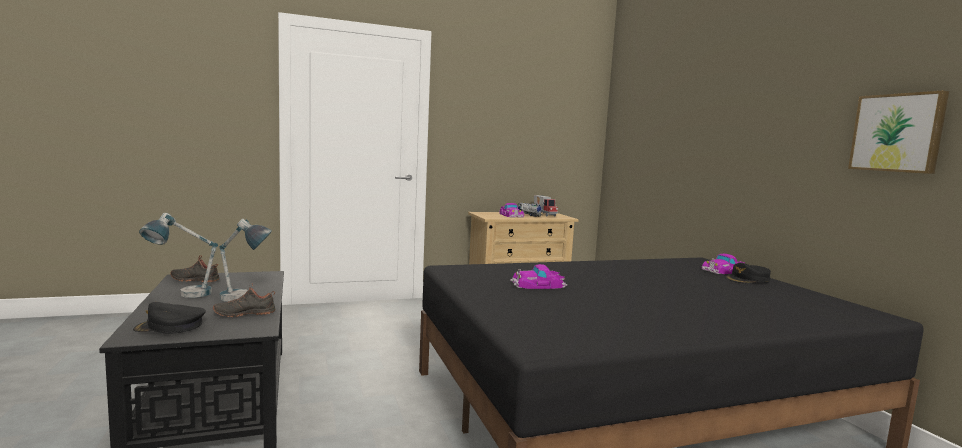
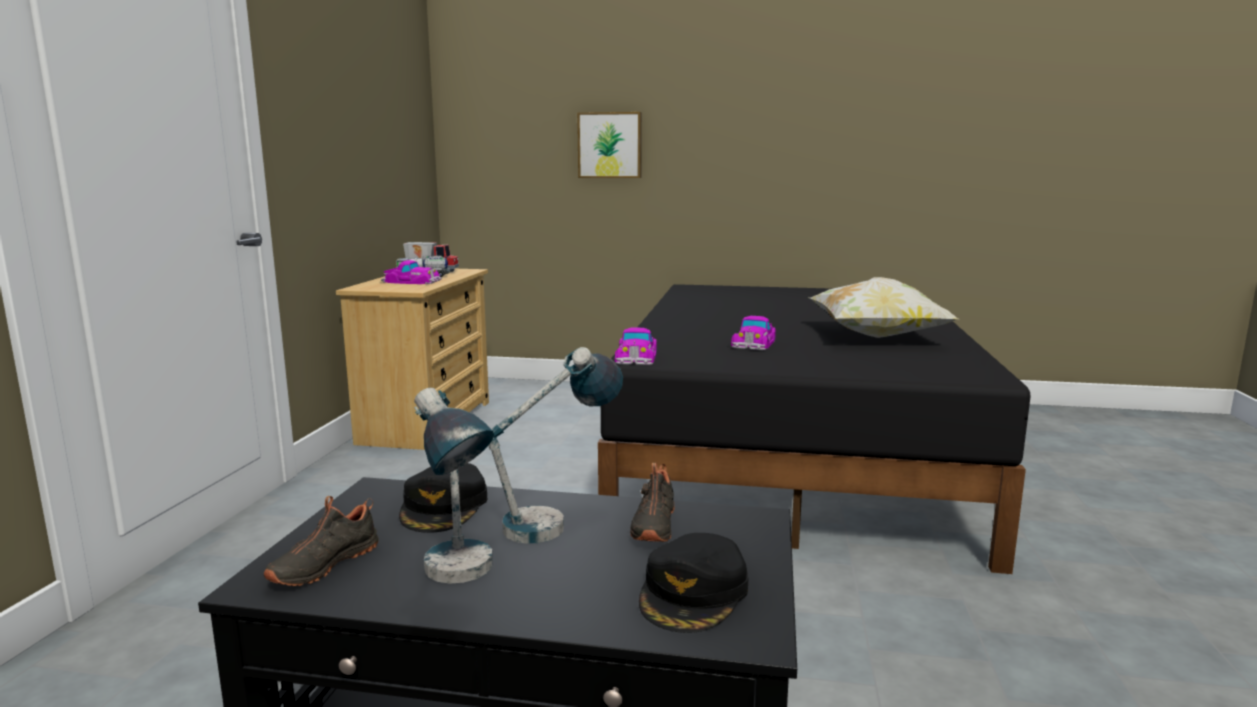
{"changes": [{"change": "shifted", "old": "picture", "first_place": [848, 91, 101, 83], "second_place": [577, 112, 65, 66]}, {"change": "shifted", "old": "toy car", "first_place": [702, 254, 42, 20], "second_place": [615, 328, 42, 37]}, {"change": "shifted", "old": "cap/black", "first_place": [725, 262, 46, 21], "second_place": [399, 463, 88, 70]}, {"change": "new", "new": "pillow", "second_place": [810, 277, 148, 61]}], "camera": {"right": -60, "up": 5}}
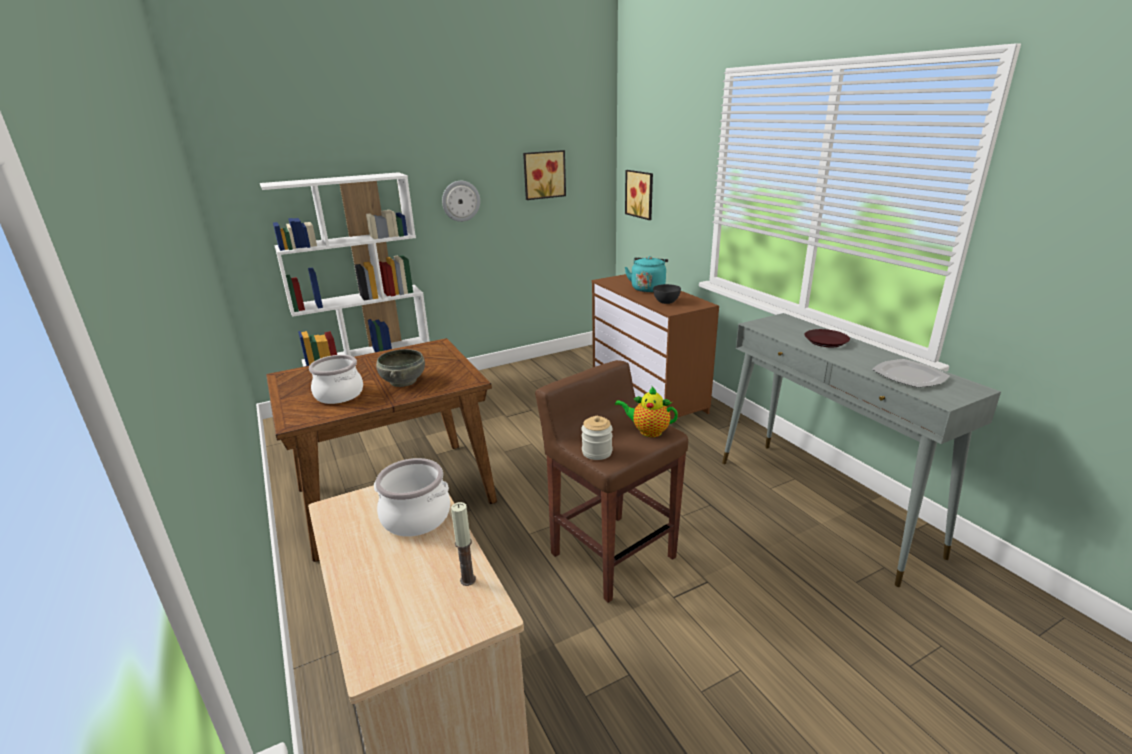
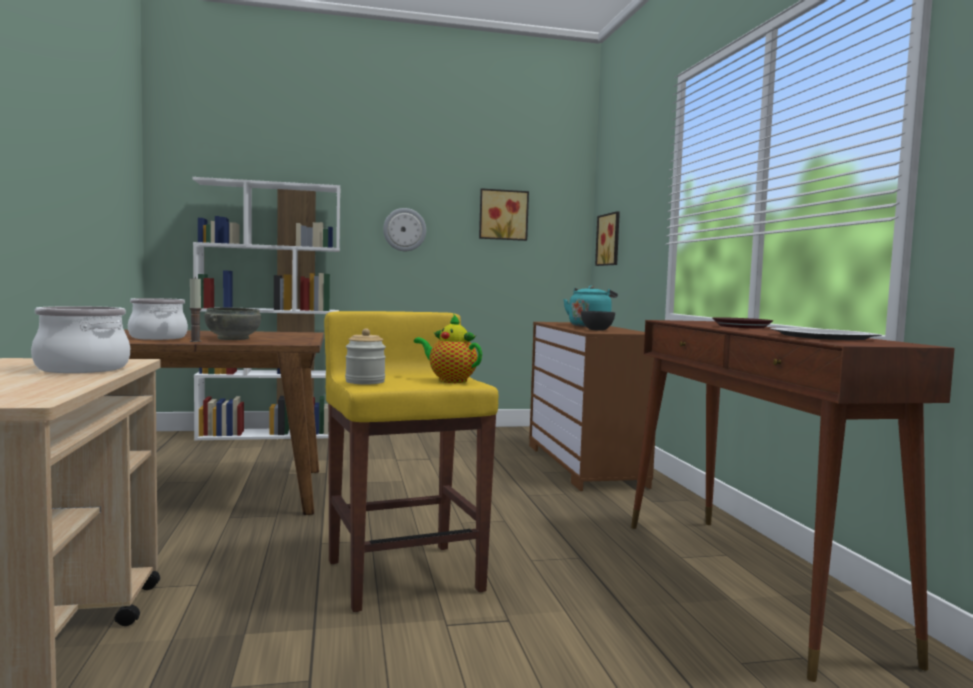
{"changes": [{"change": "repainted", "old": "console table/grey", "new": "console table/brown", "first_place": [722, 313, 279, 274], "second_place": [631, 320, 324, 362]}, {"change": "repainted", "old": "stool/brown", "new": "stool/yellow", "first_place": [535, 360, 153, 243], "second_place": [324, 311, 174, 301]}, {"change": "shifted", "old": "candle", "first_place": [451, 502, 25, 84], "second_place": [189, 277, 13, 65]}], "camera": {"right": 15, "up": -20}}
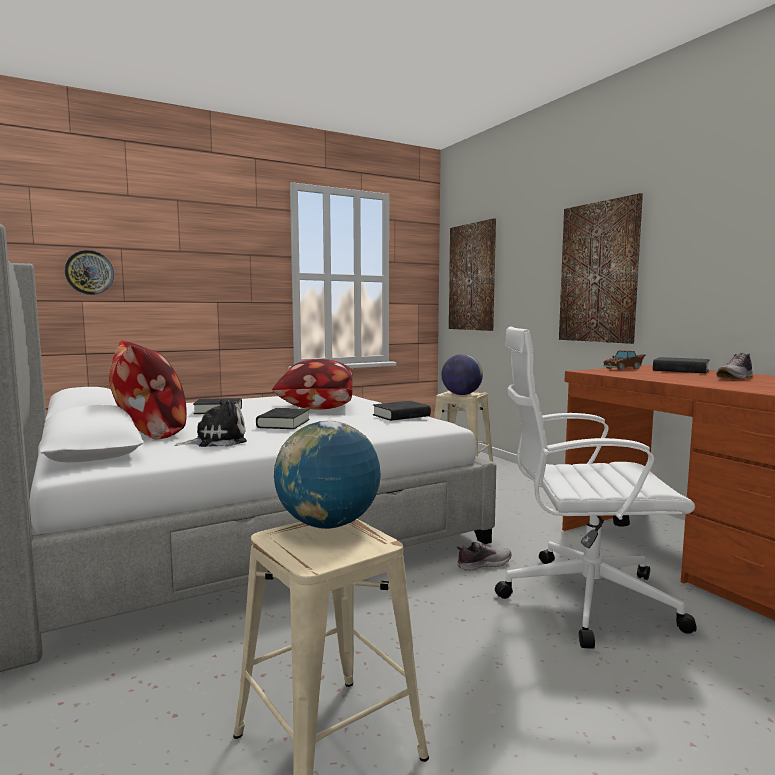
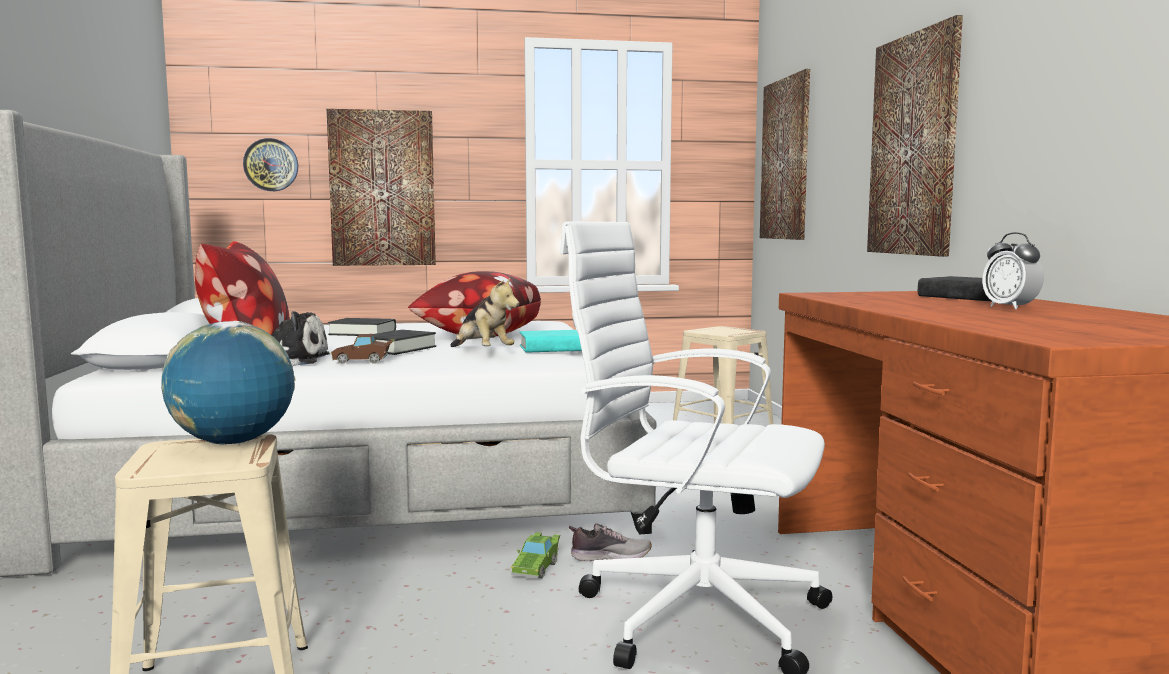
{"changes": [{"change": "shifted", "old": "toy car/brown", "first_place": [603, 350, 43, 20], "second_place": [331, 334, 65, 30]}, {"change": "swapped", "old": "shoe", "new": "alarm clock", "first_place": [716, 353, 37, 27], "second_place": [982, 232, 62, 78]}, {"change": "gone", "old": "globe", "first_place": [442, 354, 41, 41]}, {"change": "repainted", "old": "book/black", "new": "book/turquoise", "first_place": [373, 401, 58, 20], "second_place": [520, 330, 62, 23]}, {"change": "new", "new": "picture", "second_place": [327, 109, 109, 157]}, {"change": "new", "new": "plush toy", "second_place": [450, 277, 69, 70]}, {"change": "new", "new": "toy car/green", "second_place": [511, 532, 49, 47]}], "camera": {"right": 20, "up": 0}}
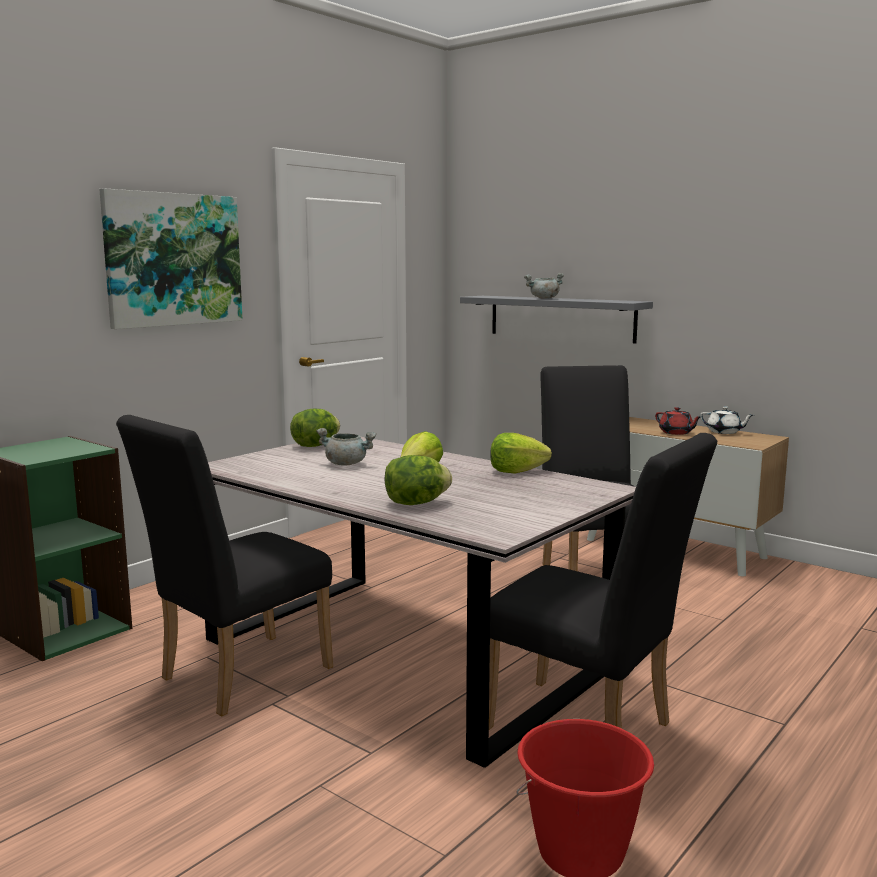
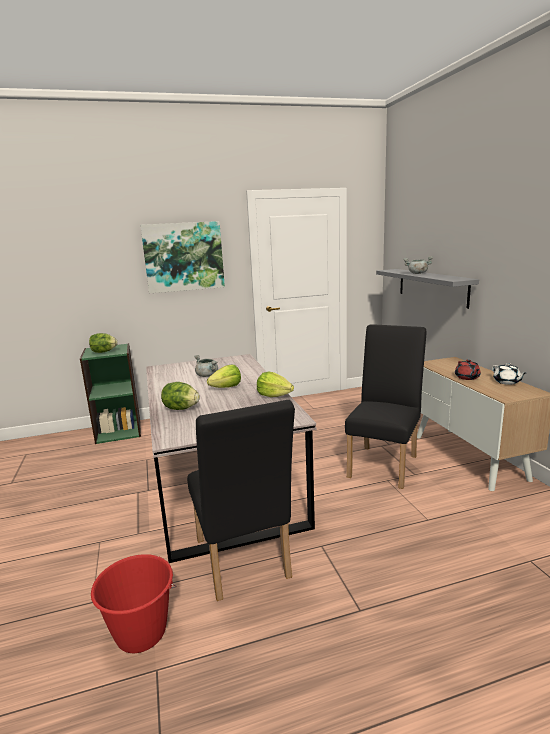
{"changes": [{"change": "shifted", "old": "lettuce", "first_place": [290, 409, 50, 38], "second_place": [89, 333, 29, 20]}, {"change": "gone", "old": "chair/black", "first_place": [116, 415, 217, 301]}], "camera": {"right": 35, "up": 5}}
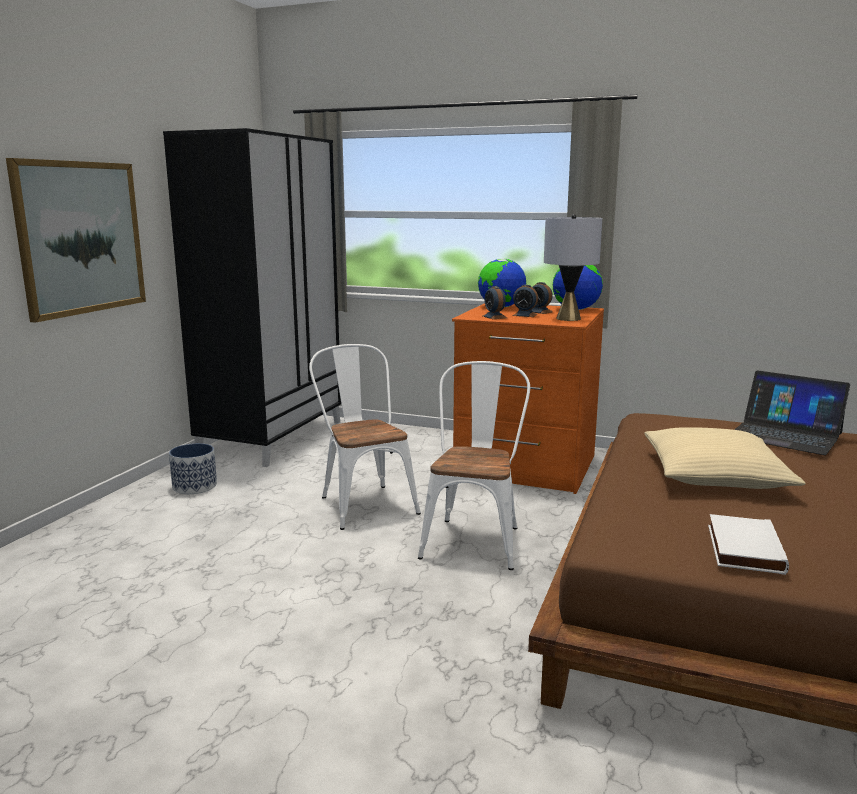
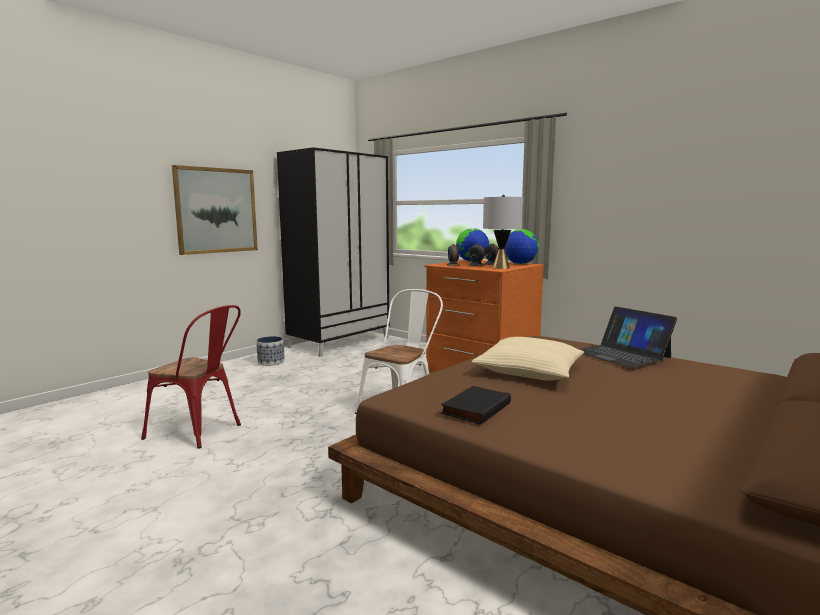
{"changes": [{"change": "gone", "old": "chair/white", "first_place": [309, 344, 112, 186]}, {"change": "repainted", "old": "book/white", "new": "book/black", "first_place": [708, 514, 81, 61], "second_place": [441, 386, 70, 39]}, {"change": "new", "new": "chair/red", "second_place": [141, 305, 100, 144]}], "camera": {"right": 20, "up": -5}}
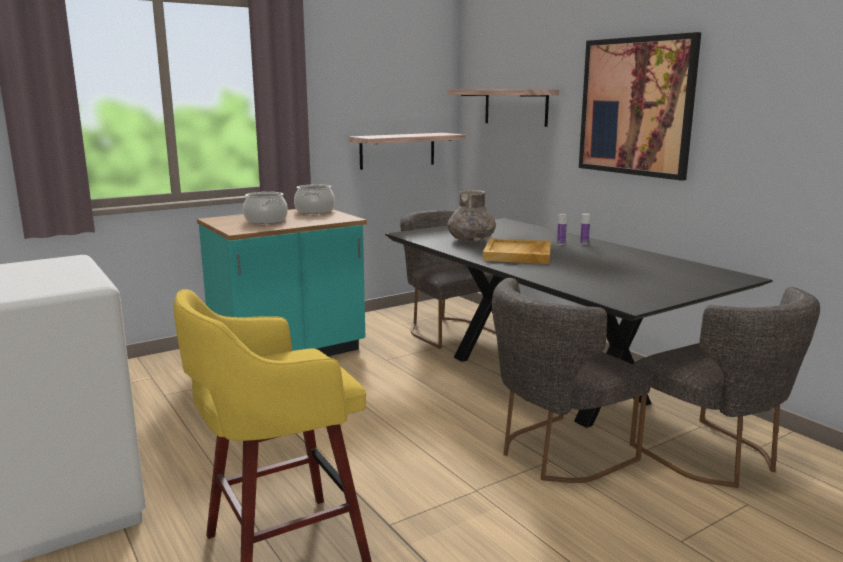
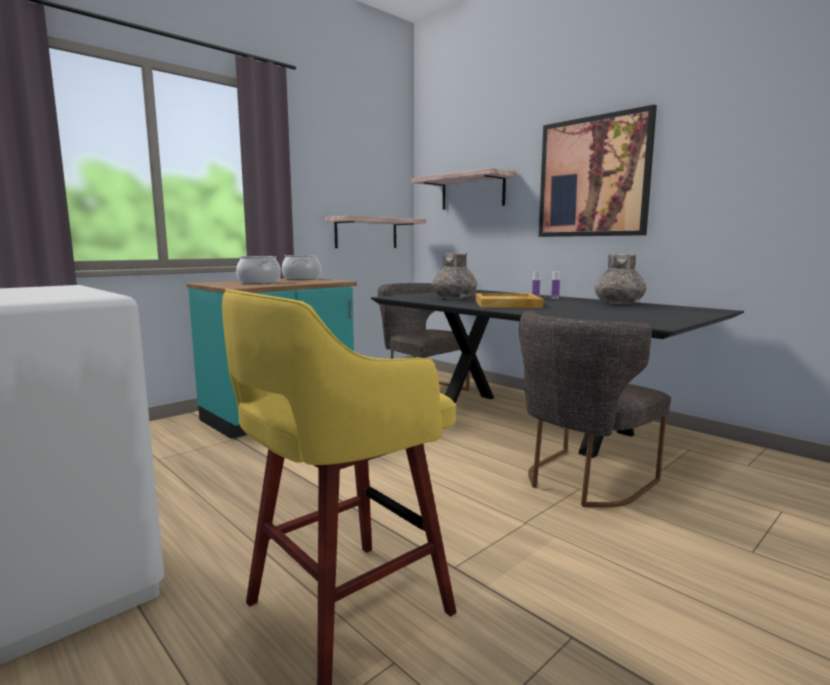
{"changes": [{"change": "gone", "old": "chair/grey", "first_place": [630, 287, 190, 201]}, {"change": "new", "new": "vase/grey", "second_place": [595, 254, 51, 50]}], "camera": {"right": -10, "up": -5}}
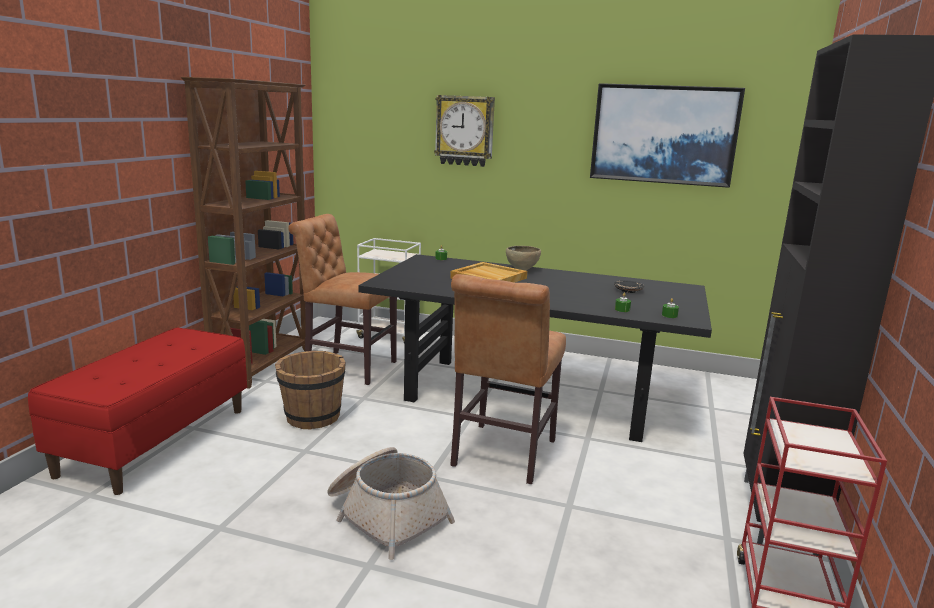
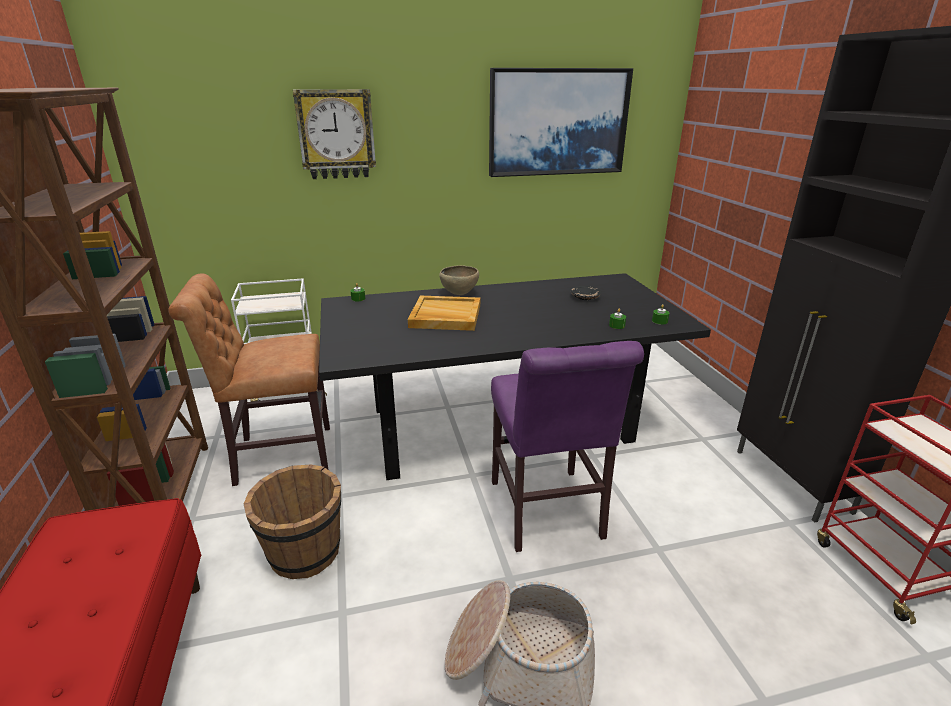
{"changes": [{"change": "repainted", "old": "chair/brown", "new": "chair/purple", "first_place": [450, 274, 116, 210], "second_place": [491, 341, 153, 211]}], "camera": {"right": -30, "up": 10}}
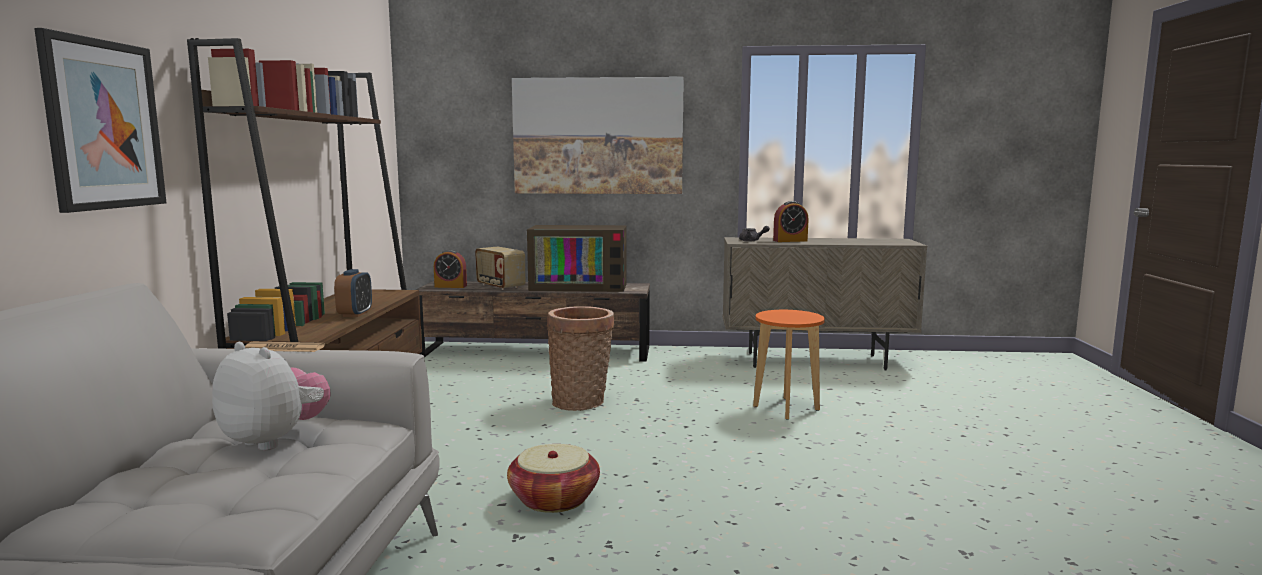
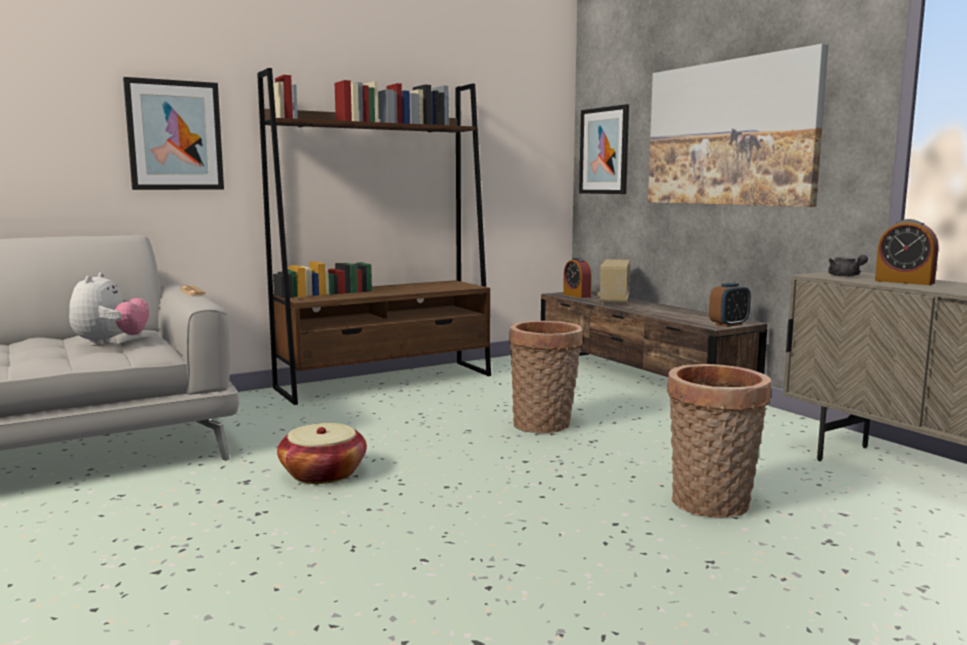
{"changes": [{"change": "gone", "old": "television", "first_place": [527, 225, 100, 67]}, {"change": "shifted", "old": "alarm clock", "first_place": [334, 269, 38, 48], "second_place": [709, 283, 42, 44]}, {"change": "swapped", "old": "stool/orange", "new": "basket", "first_place": [753, 310, 72, 110], "second_place": [667, 364, 104, 154]}, {"change": "new", "new": "picture", "second_place": [579, 104, 50, 90]}], "camera": {"right": 55, "up": 0}}
